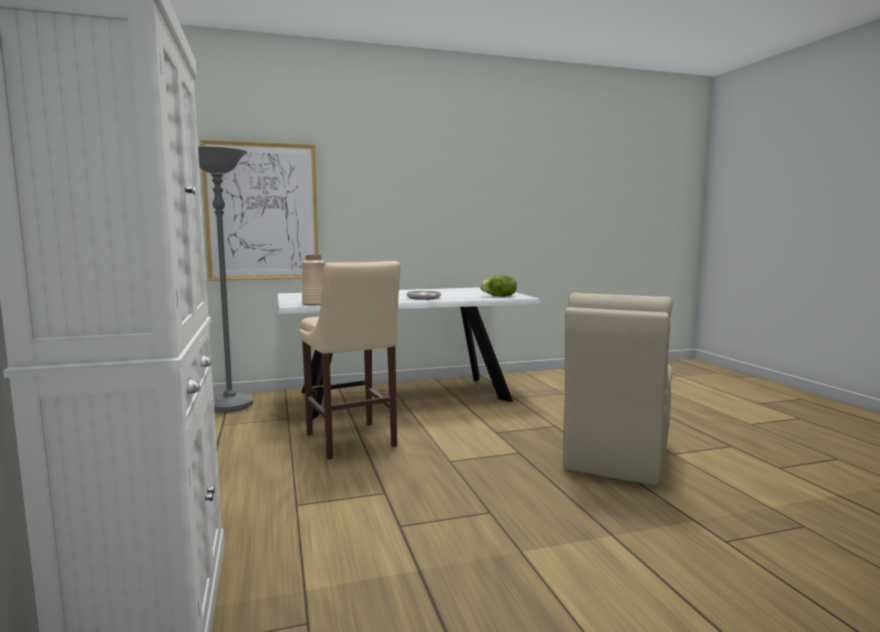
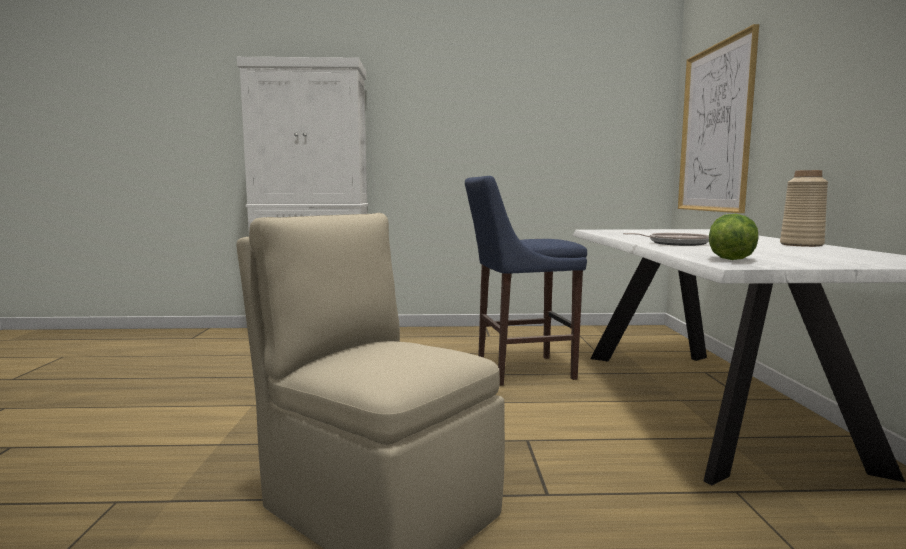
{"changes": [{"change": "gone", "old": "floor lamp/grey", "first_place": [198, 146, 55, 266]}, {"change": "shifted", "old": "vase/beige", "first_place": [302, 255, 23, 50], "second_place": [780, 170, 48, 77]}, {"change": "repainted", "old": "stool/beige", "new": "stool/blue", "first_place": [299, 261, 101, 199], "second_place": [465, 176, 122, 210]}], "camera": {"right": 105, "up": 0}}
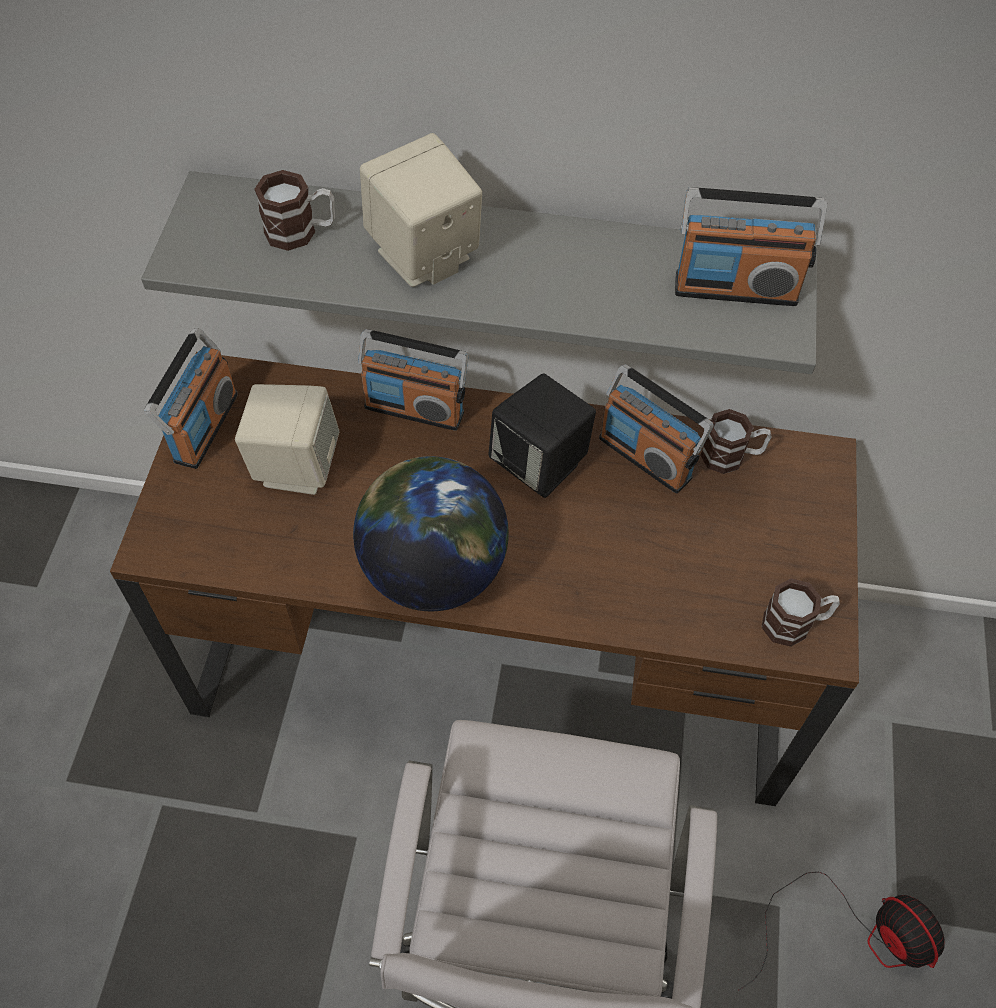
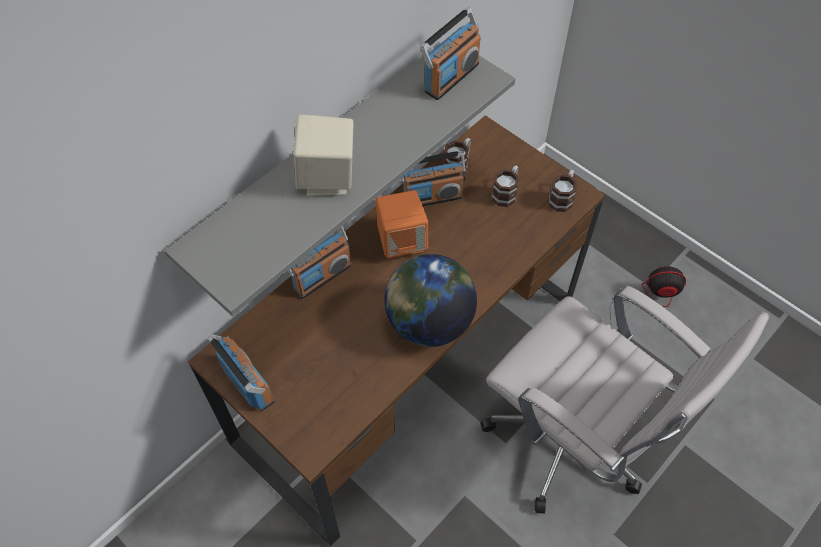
{"changes": [{"change": "shifted", "old": "mug", "first_place": [254, 170, 81, 81], "second_place": [491, 165, 28, 42]}, {"change": "repainted", "old": "speaker/black", "new": "speaker/orange", "first_place": [488, 374, 108, 124], "second_place": [375, 190, 53, 69]}, {"change": "gone", "old": "speaker/beige", "first_place": [235, 384, 104, 111]}], "camera": {"right": -55, "up": 0}}
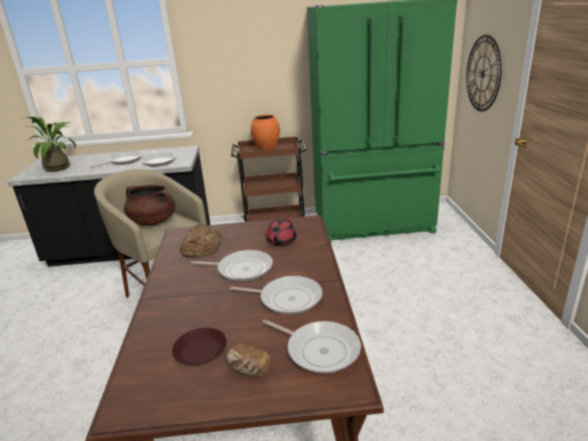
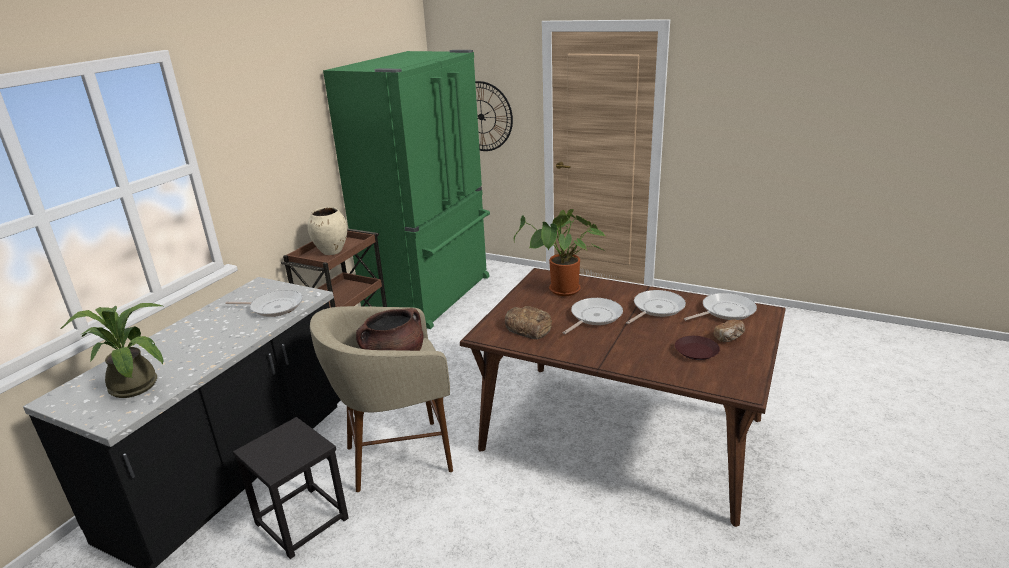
{"changes": [{"change": "repainted", "old": "vase/orange", "new": "vase/beige", "first_place": [251, 115, 29, 35], "second_place": [308, 207, 39, 48]}, {"change": "gone", "old": "frying pan", "first_place": [90, 151, 53, 17]}, {"change": "swapped", "old": "teapot/red", "new": "potted plant", "first_place": [266, 214, 31, 32], "second_place": [514, 209, 91, 87]}, {"change": "new", "new": "stool/black", "second_place": [233, 417, 116, 142]}], "camera": {"right": -60, "up": 0}}
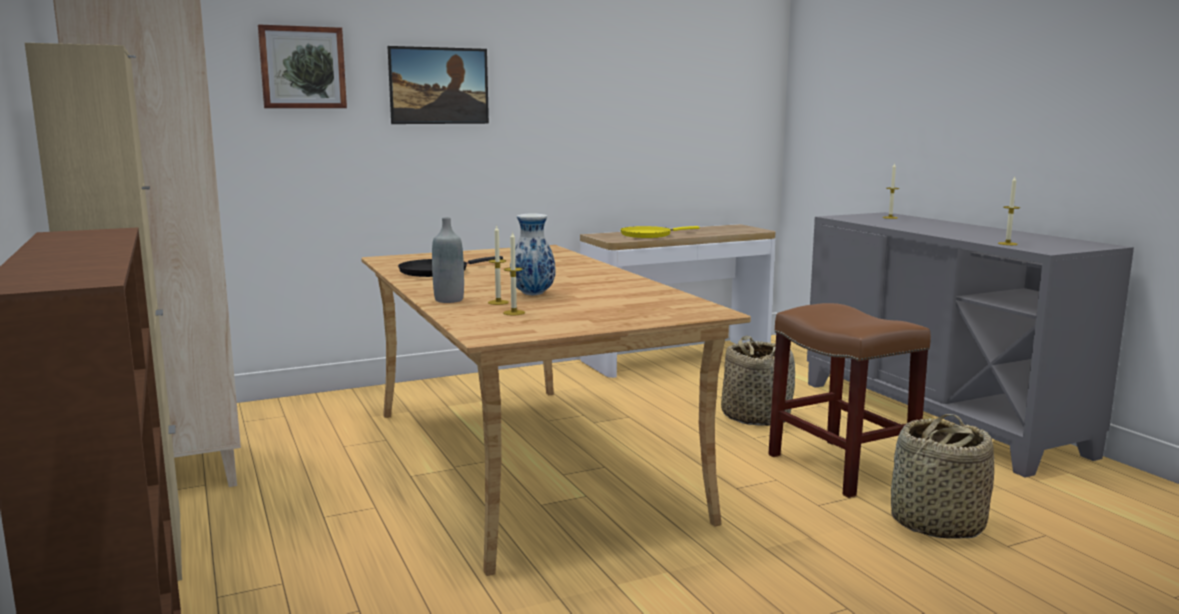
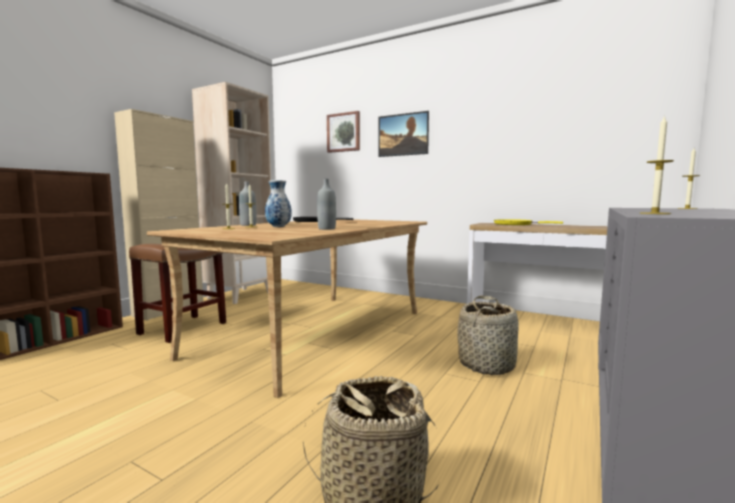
{"changes": [{"change": "shifted", "old": "stool/brown", "first_place": [768, 303, 163, 195], "second_place": [129, 244, 97, 99]}, {"change": "new", "new": "bottle/grey", "second_place": [317, 179, 19, 51]}], "camera": {"right": 55, "up": -5}}
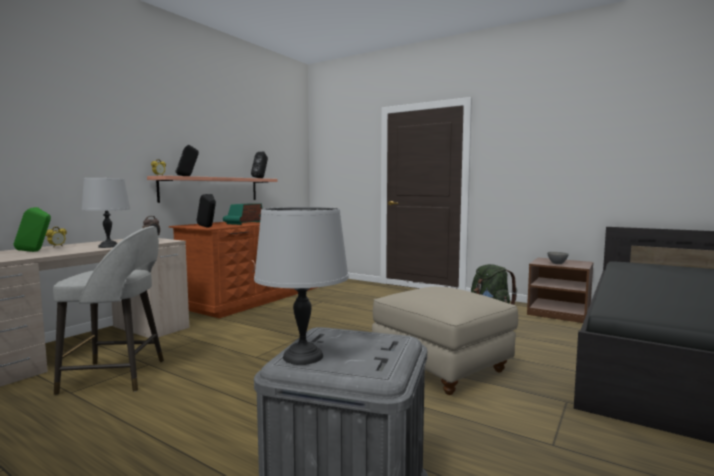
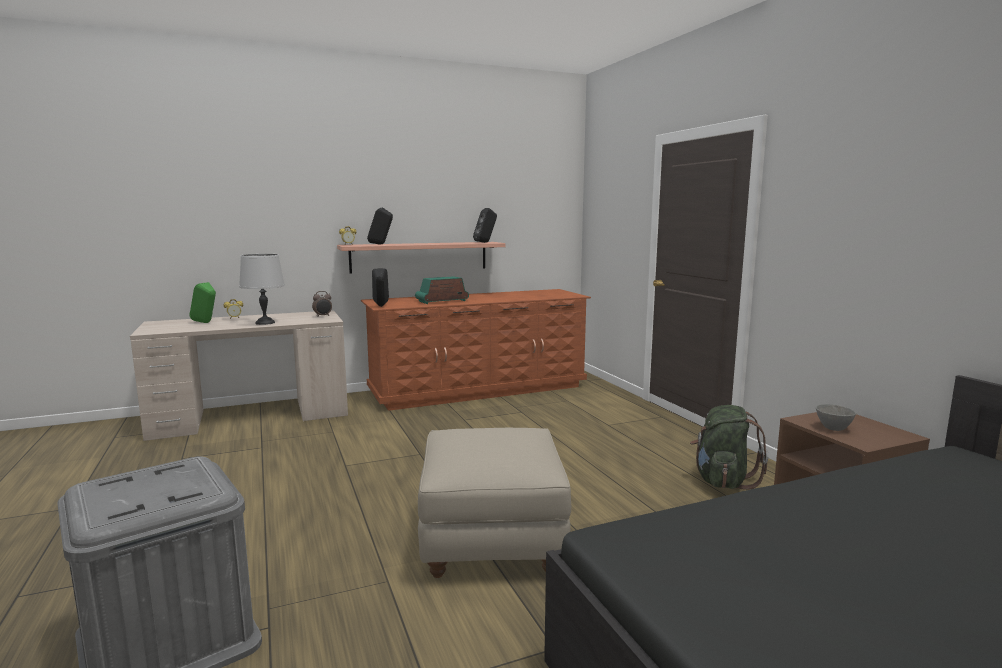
{"changes": [{"change": "gone", "old": "table lamp/grey", "first_place": [254, 207, 95, 158]}, {"change": "gone", "old": "stool/grey", "first_place": [53, 226, 111, 169]}], "camera": {"right": 35, "up": 5}}
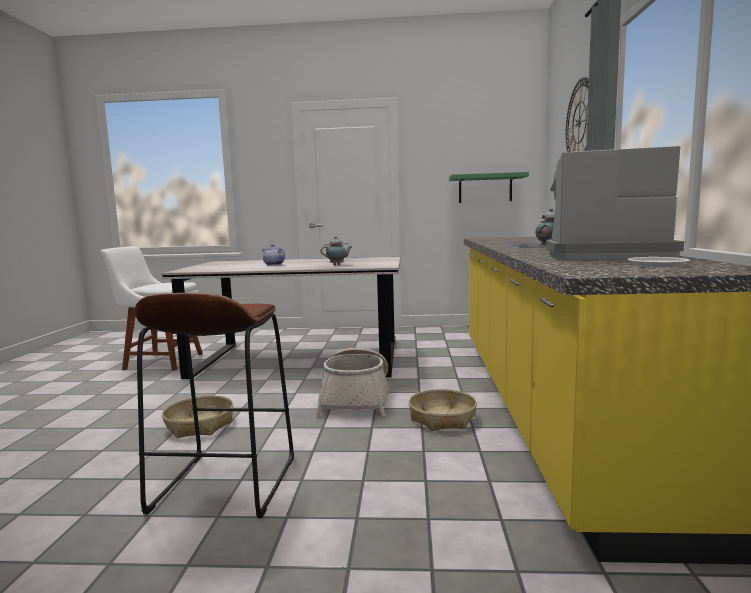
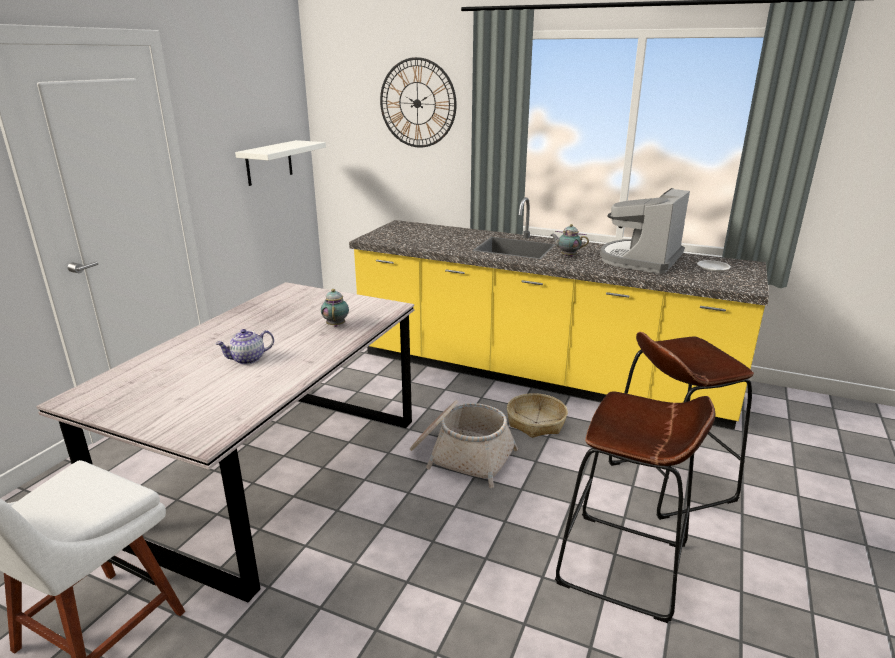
{"changes": [{"change": "repainted", "old": "shelf/green", "new": "shelf/white", "first_place": [449, 172, 80, 31], "second_place": [235, 140, 91, 46]}, {"change": "gone", "old": "basket", "first_place": [162, 396, 72, 42]}, {"change": "new", "new": "stool/brown", "second_place": [608, 332, 146, 188]}], "camera": {"right": -70, "up": 15}}
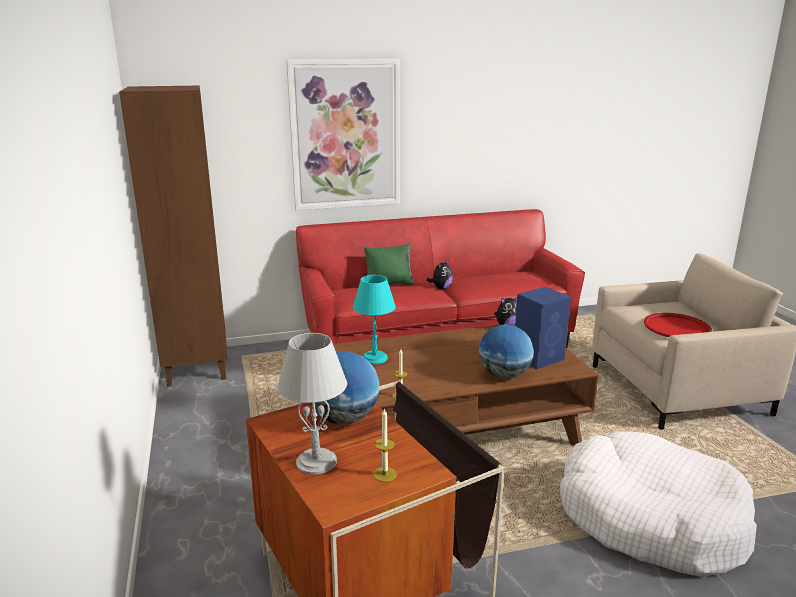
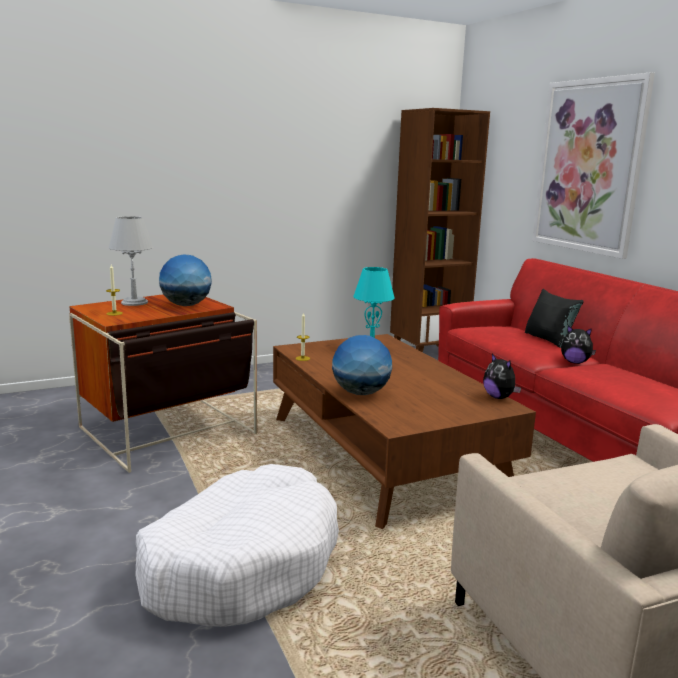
{"changes": [{"change": "repainted", "old": "pillow/green", "new": "pillow/black", "first_place": [364, 243, 50, 42], "second_place": [525, 289, 59, 59]}, {"change": "gone", "old": "speaker/blue", "first_place": [515, 287, 56, 82]}, {"change": "gone", "old": "tray/red", "first_place": [644, 313, 68, 24]}], "camera": {"right": 80, "up": -5}}
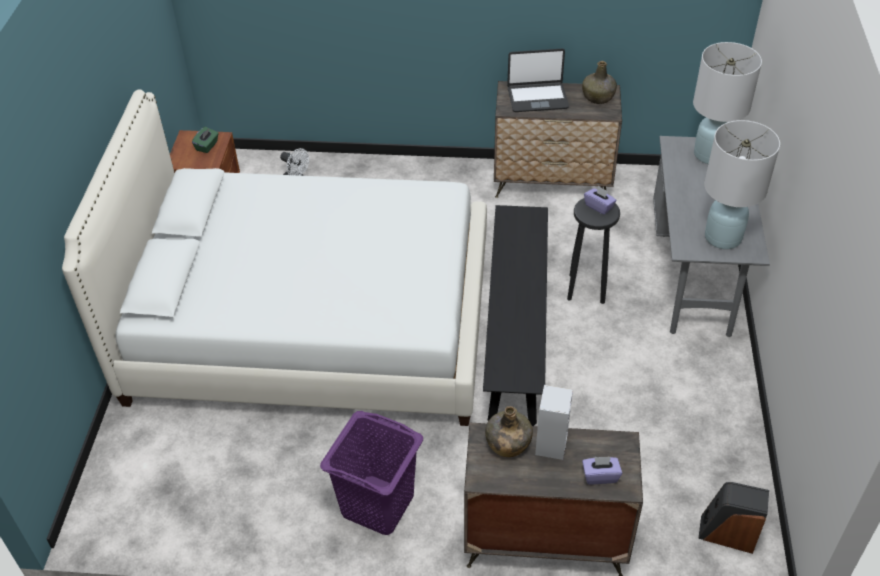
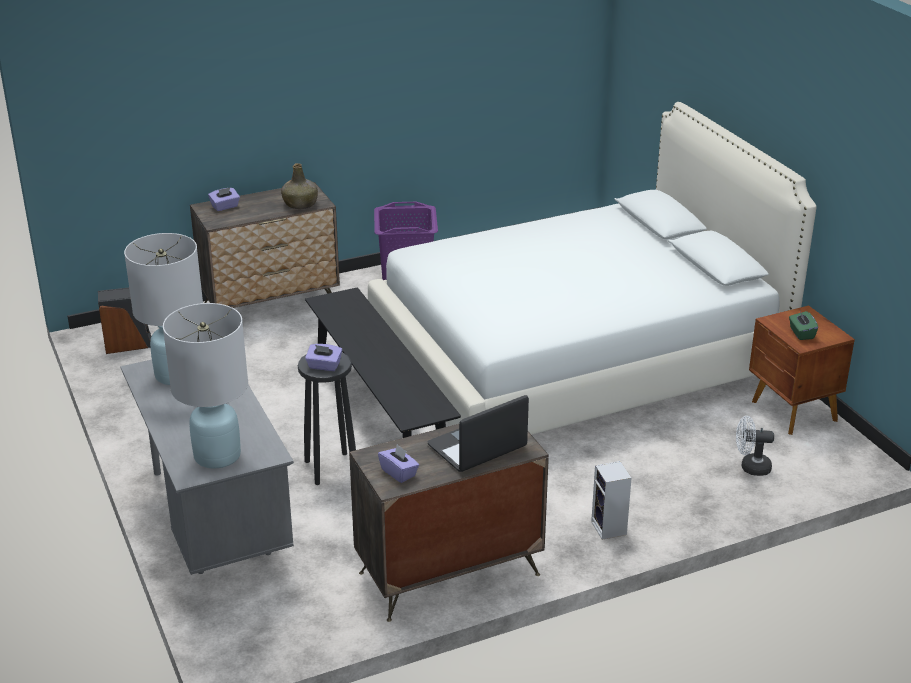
{"changes": [{"change": "swapped", "old": "bottle/green", "new": "tissue box/purple", "first_place": [582, 61, 35, 43], "second_place": [378, 444, 41, 39]}, {"change": "shifted", "old": "speaker", "first_place": [535, 385, 38, 75], "second_place": [591, 461, 41, 79]}], "camera": {"right": 150, "up": -15}}
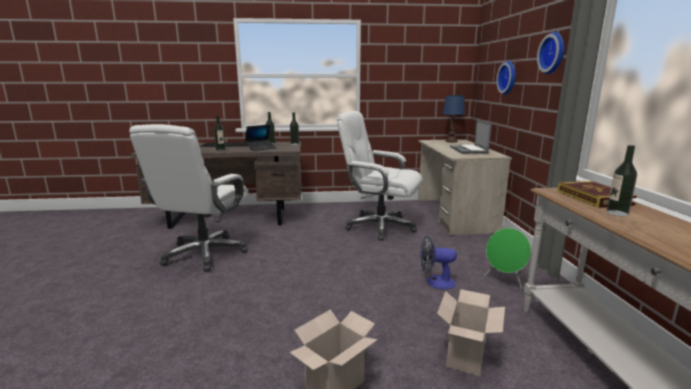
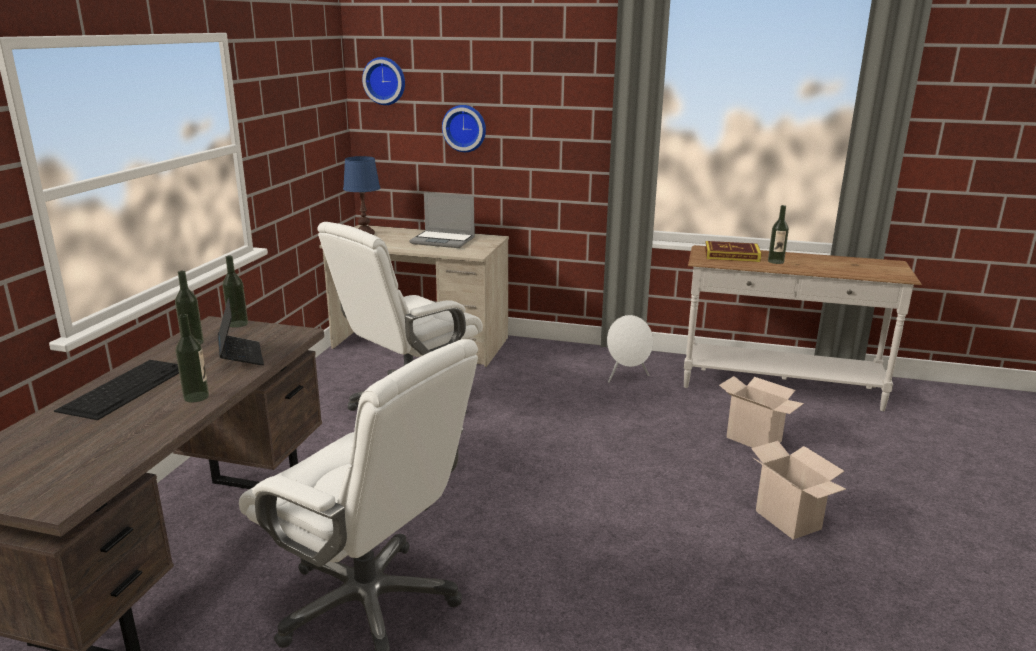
{"changes": [{"change": "shifted", "old": "wall clock", "first_place": [537, 32, 28, 42], "second_place": [362, 57, 43, 48]}, {"change": "repainted", "old": "speaker/green", "new": "speaker/white", "first_place": [484, 228, 47, 63], "second_place": [607, 315, 46, 68]}, {"change": "gone", "old": "fan", "first_place": [420, 236, 37, 53]}], "camera": {"right": -70, "up": 5}}
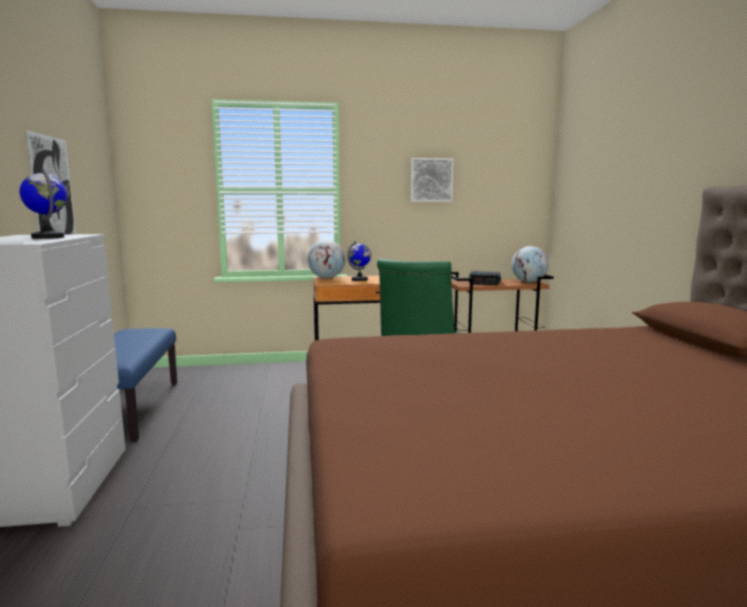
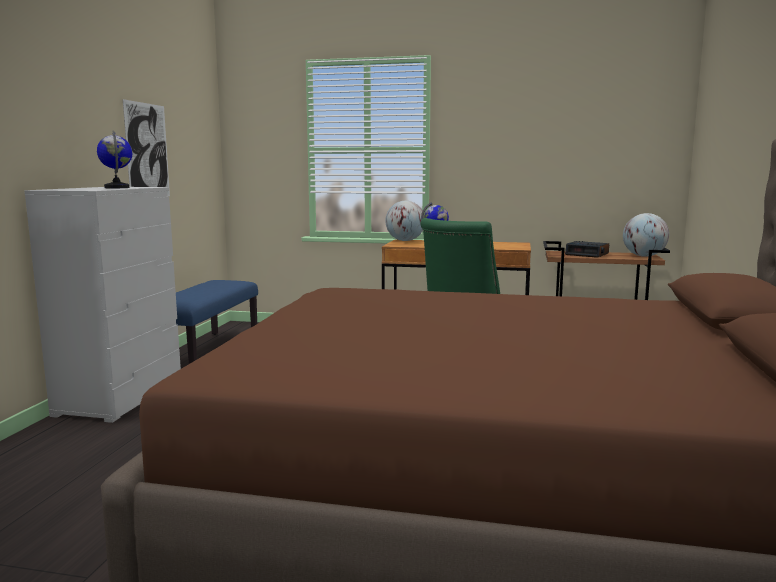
{"changes": [{"change": "gone", "old": "picture", "first_place": [410, 158, 43, 44]}], "camera": {"right": 20, "up": 0}}
